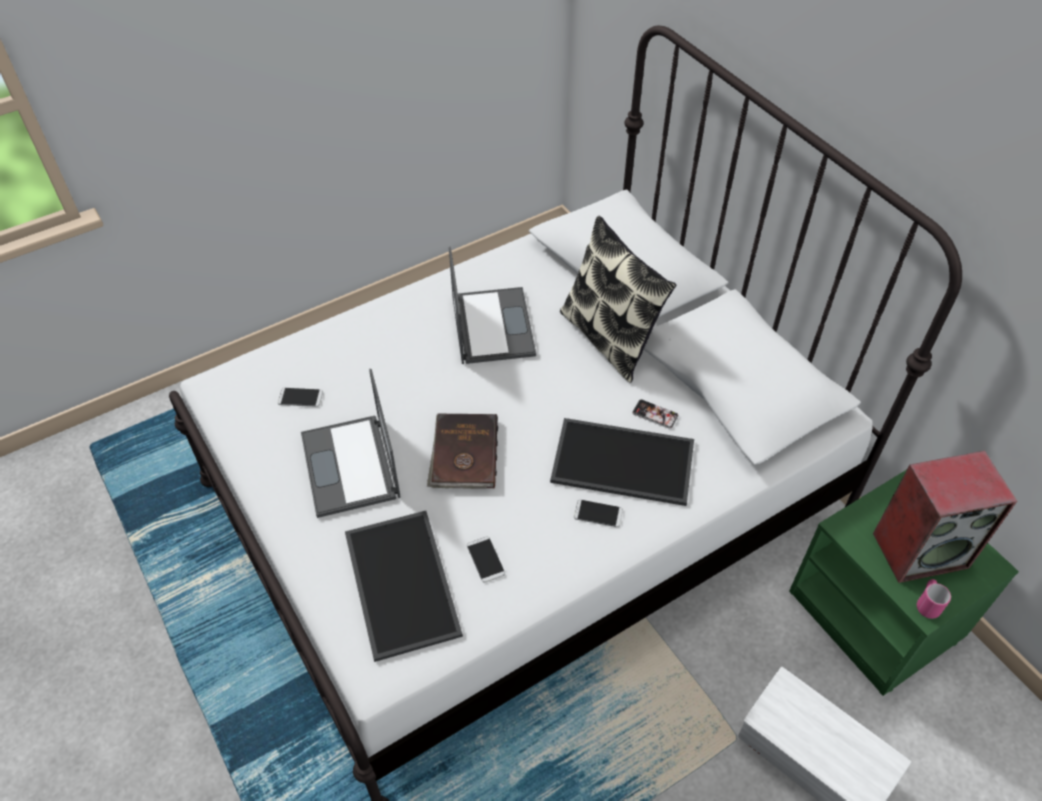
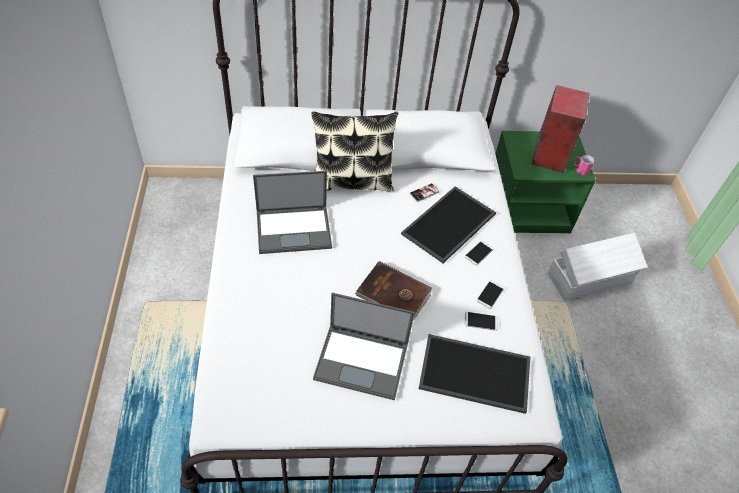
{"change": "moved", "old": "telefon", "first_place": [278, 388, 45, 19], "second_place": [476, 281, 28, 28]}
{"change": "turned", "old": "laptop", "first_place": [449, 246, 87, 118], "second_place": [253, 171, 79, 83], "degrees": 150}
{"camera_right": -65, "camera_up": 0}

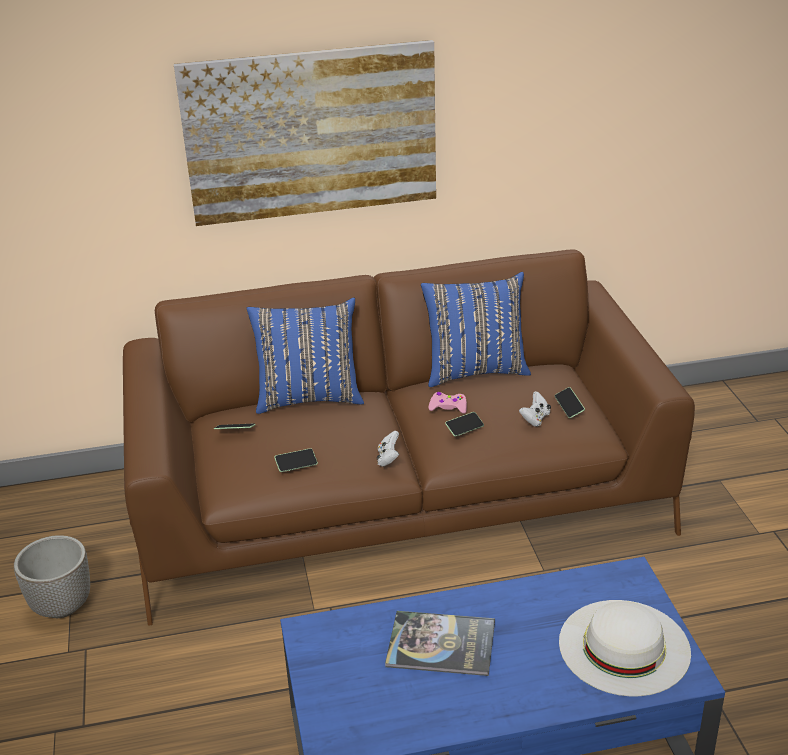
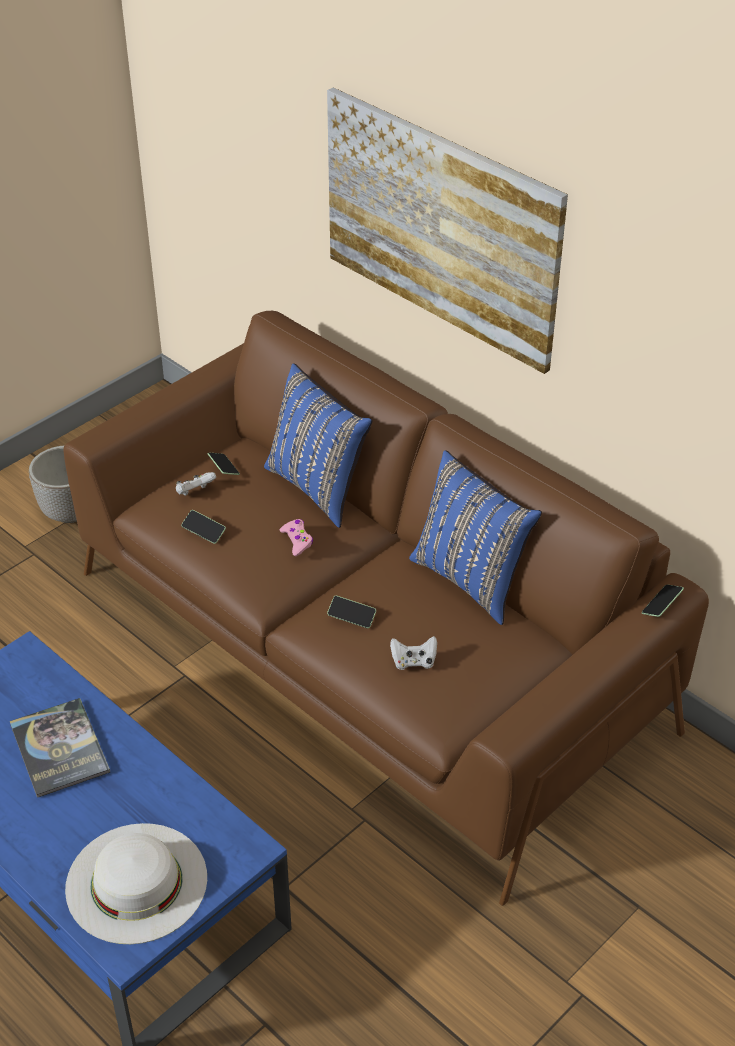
{"change": "moved", "old": "pad do gier/biały", "first_place": [377, 431, 22, 36], "second_place": [176, 472, 40, 24]}
{"change": "moved", "old": "pad do gier/różowy", "first_place": [429, 392, 38, 22], "second_place": [280, 519, 33, 37]}
{"change": "moved", "old": "telefon", "first_place": [555, 387, 30, 31], "second_place": [642, 584, 42, 33]}
{"camera_right": 55, "camera_up": 10}

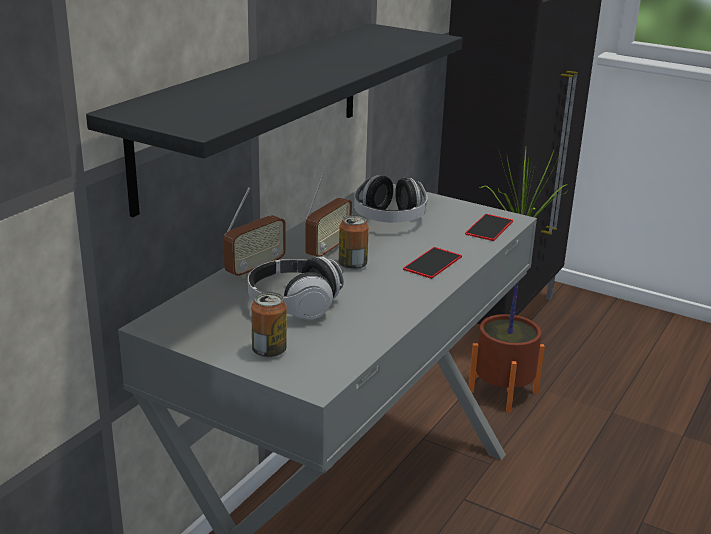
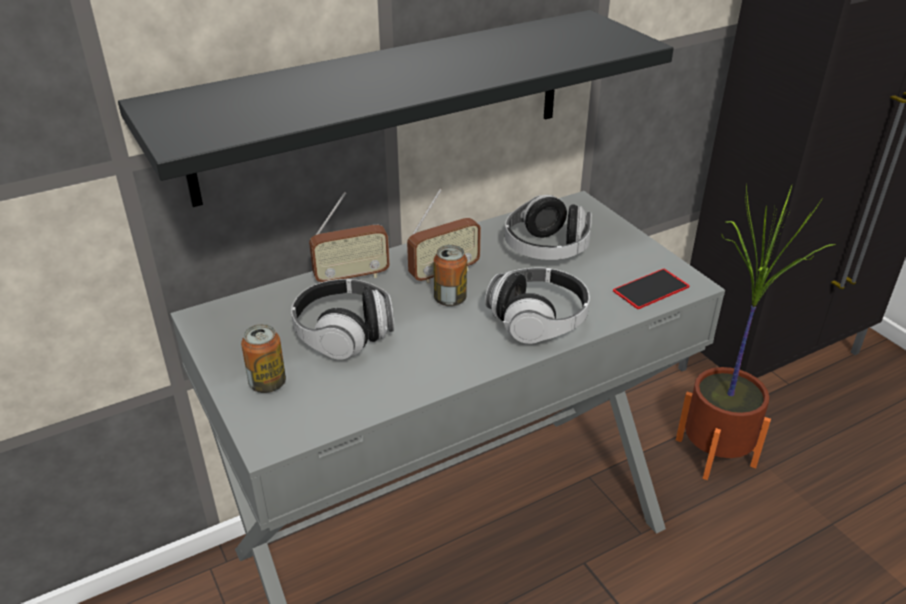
{"change": "replaced", "old": "telefon", "new": "słuchawki", "first_place": [403, 247, 59, 32], "second_place": [485, 267, 105, 77]}
{"camera_right": 30, "camera_up": 10}

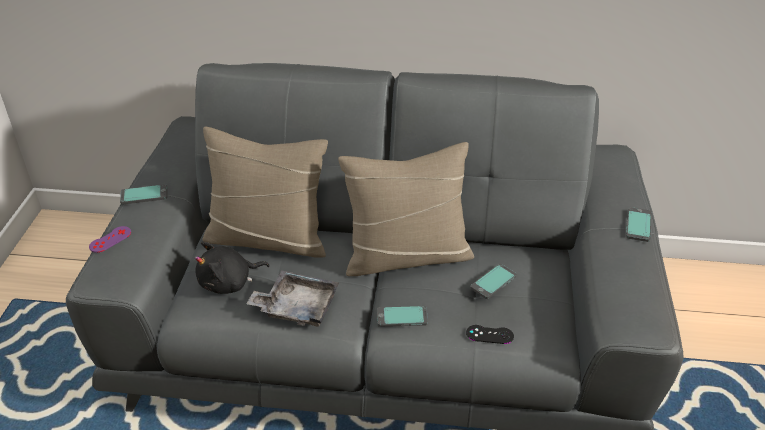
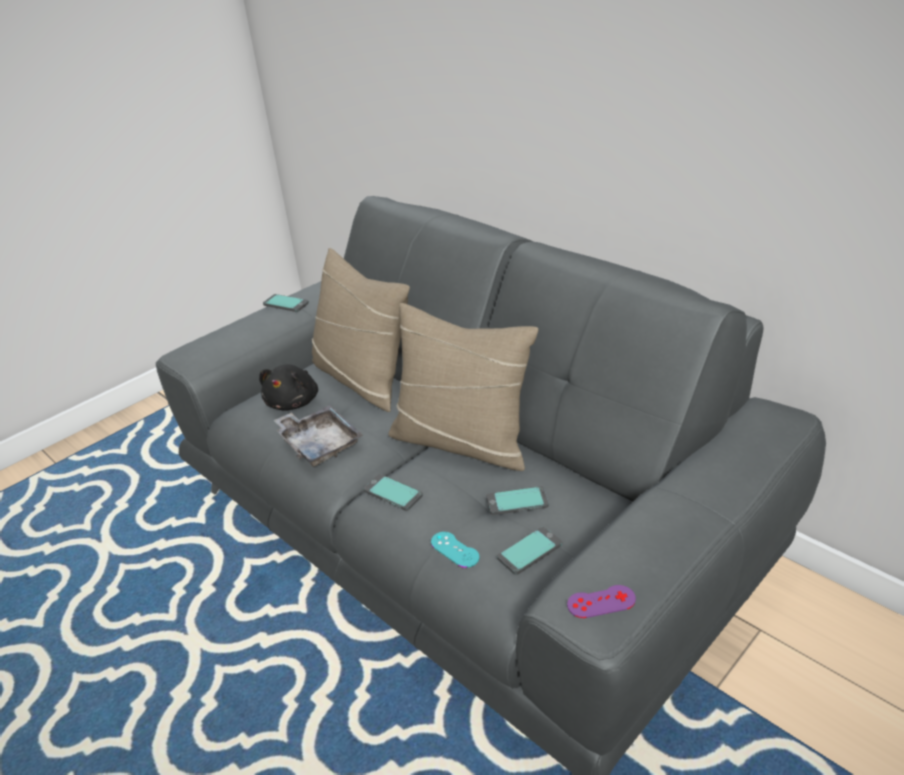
{"change": "moved", "old": "pad do gier/fioletowy", "first_place": [89, 226, 42, 27], "second_place": [567, 585, 69, 33]}
{"change": "moved", "old": "telefon", "first_place": [626, 207, 25, 35], "second_place": [497, 527, 65, 48]}
{"change": "recoloured", "old": "pad do gier/czarny", "new": "pad do gier/turkusowy", "first_place": [466, 325, 48, 19], "second_place": [431, 532, 49, 36]}
{"change": "turned", "old": "pluszak/czarny", "first_place": [195, 242, 75, 52], "second_place": [259, 364, 59, 47], "degrees": -90}
{"camera_right": 40, "camera_up": -5}

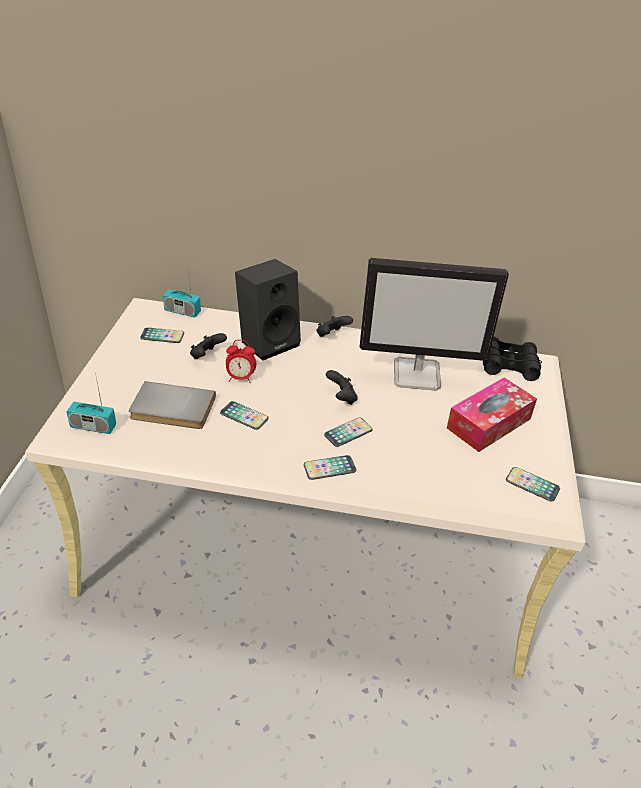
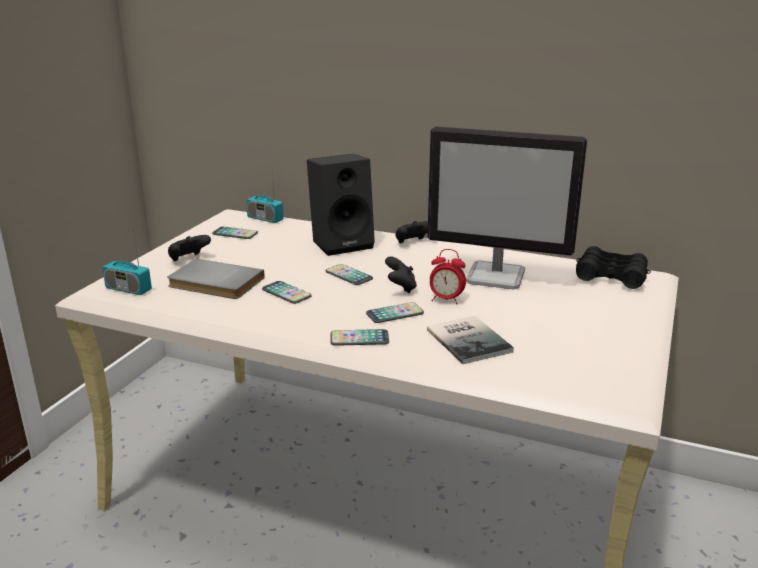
{"change": "removed", "old": "pudełko chusteczek", "first_place": [447, 378, 90, 74]}
{"change": "added", "new": "książka", "second_place": [427, 316, 87, 48]}
{"change": "moved", "old": "pad do gier/czarny", "first_place": [190, 333, 37, 26], "second_place": [168, 235, 43, 26]}
{"change": "moved", "old": "budzik", "first_place": [226, 340, 30, 43], "second_place": [430, 249, 36, 55]}
{"change": "moved", "old": "telefon", "first_place": [506, 467, 54, 35], "second_place": [326, 264, 47, 21]}
{"camera_right": 15, "camera_up": -15}

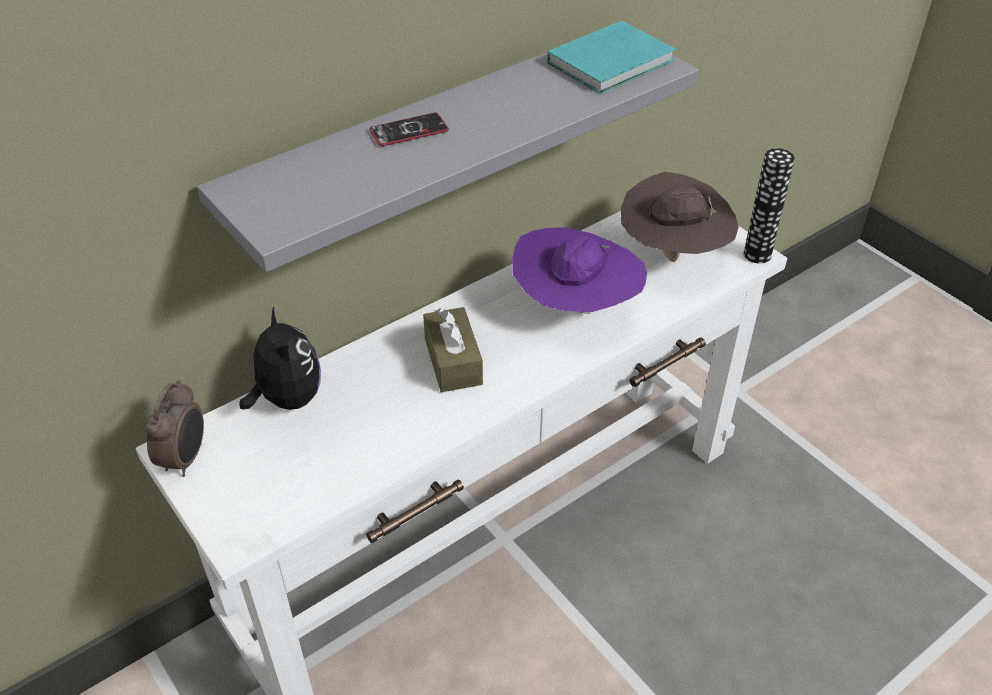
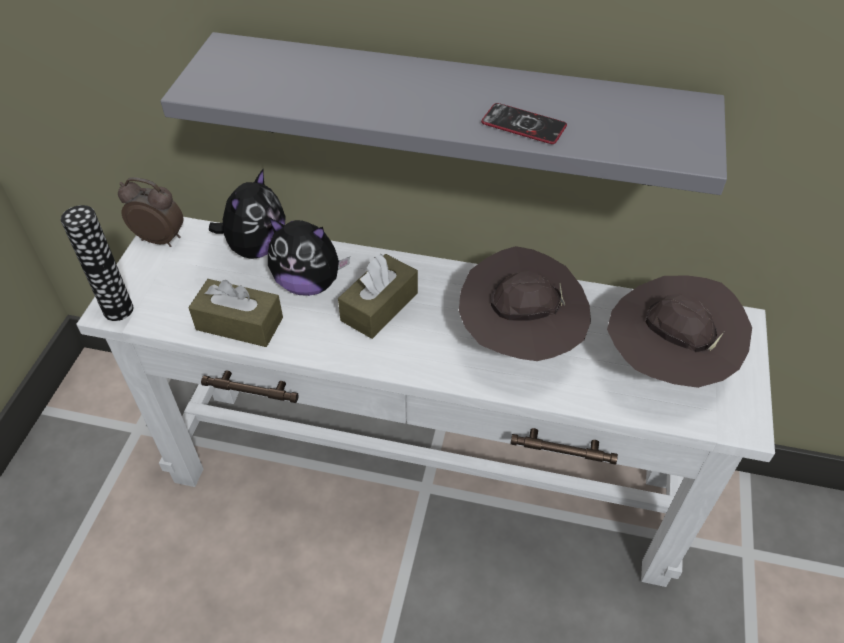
{"change": "removed", "old": "książka/turkusowy", "first_place": [547, 21, 128, 73]}
{"change": "added", "new": "pudełko chusteczek/brązowy", "second_place": [188, 279, 95, 68]}
{"change": "added", "new": "pluszak", "second_place": [268, 218, 82, 78]}
{"change": "moved", "old": "telefon", "first_place": [369, 113, 80, 33], "second_place": [481, 103, 86, 41]}
{"change": "moved", "old": "wazon", "first_place": [744, 148, 51, 116], "second_place": [61, 205, 72, 116]}
{"change": "recoloured", "old": "kapelusz/fioletowy", "new": "kapelusz/brązowy", "first_place": [512, 227, 135, 87], "second_place": [459, 246, 132, 115]}
{"change": "turned", "old": "budzik", "first_place": [146, 380, 58, 97], "second_place": [118, 177, 65, 70], "degrees": -135}
{"camera_right": 50, "camera_up": 5}

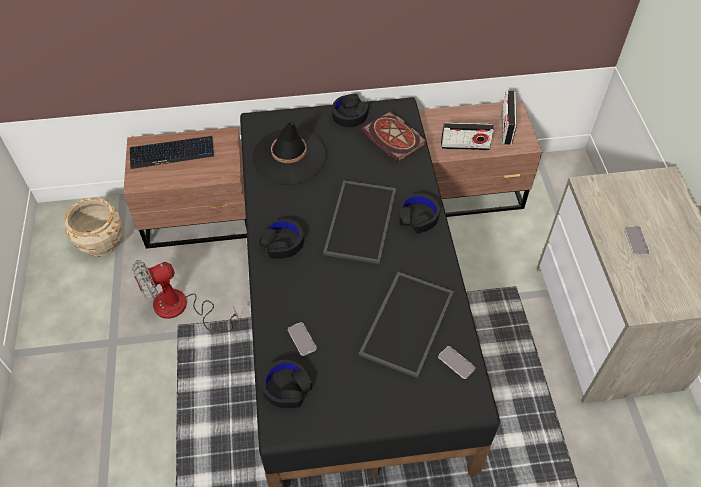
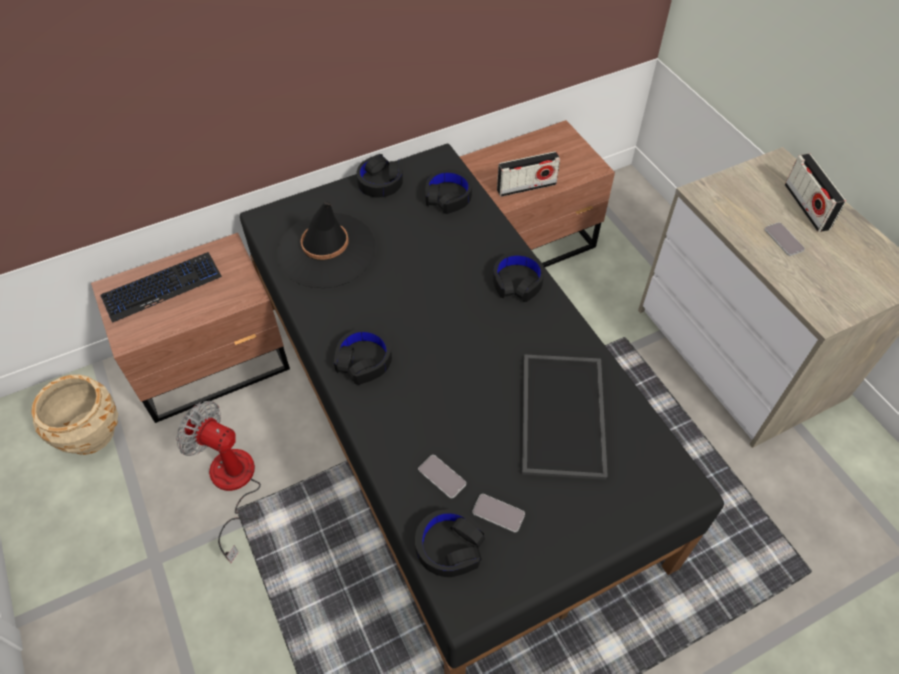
{"change": "removed", "old": "taca", "first_place": [323, 180, 73, 84]}
{"change": "moved", "old": "telefon", "first_place": [438, 346, 37, 33], "second_place": [472, 494, 53, 39]}
{"change": "moved", "old": "radio", "first_place": [502, 91, 15, 54], "second_place": [785, 154, 61, 78]}
{"change": "replaced", "old": "książka", "new": "słuchawki/czarny", "first_place": [361, 111, 66, 52], "second_place": [425, 169, 47, 45]}
{"change": "turned", "old": "wentylator", "first_place": [132, 260, 107, 73], "second_place": [176, 401, 85, 162], "degrees": 75}
{"camera_right": -20, "camera_up": 0}

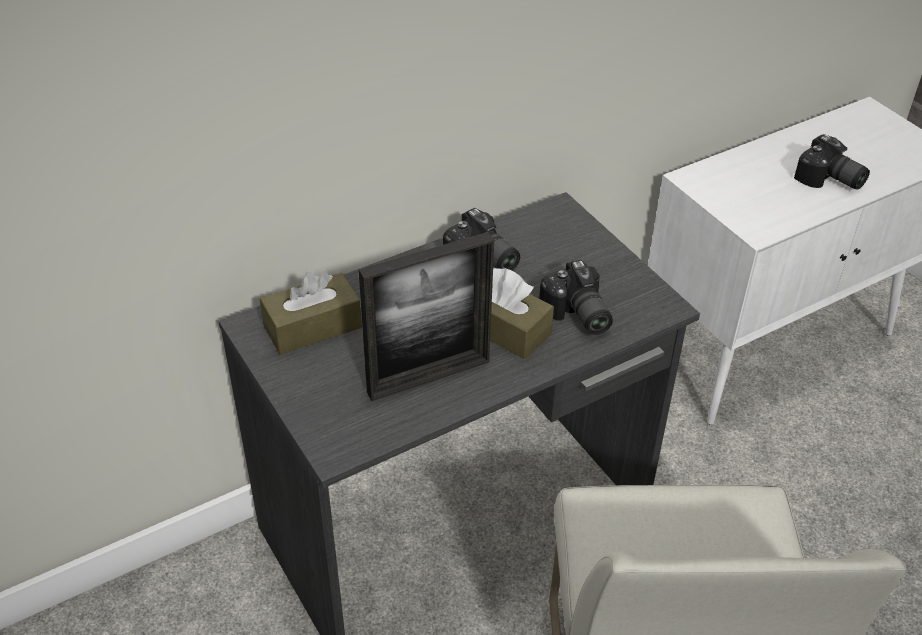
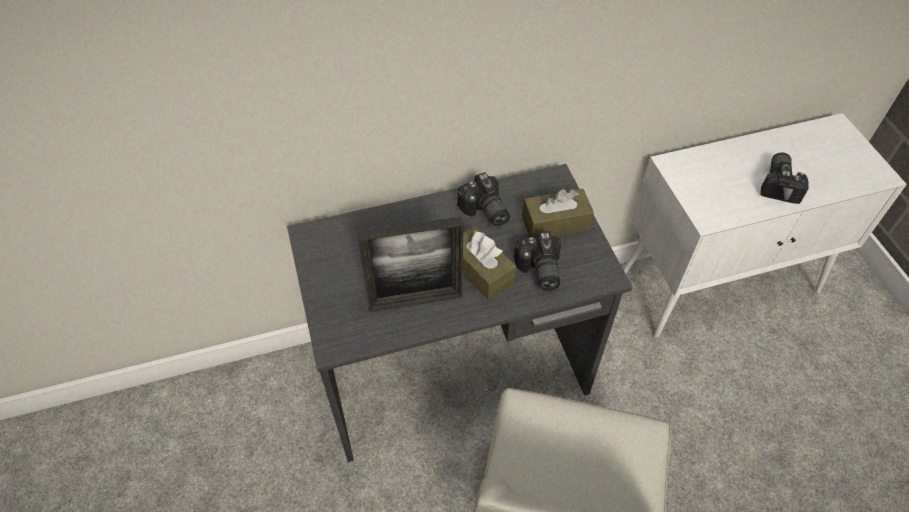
{"change": "moved", "old": "pudełko chusteczek/brązowy", "first_place": [260, 271, 102, 84], "second_place": [522, 189, 72, 48]}
{"change": "turned", "old": "aparat fotograficzny", "first_place": [794, 134, 76, 56], "second_place": [760, 153, 49, 51], "degrees": -135}
{"camera_right": 15, "camera_up": 10}

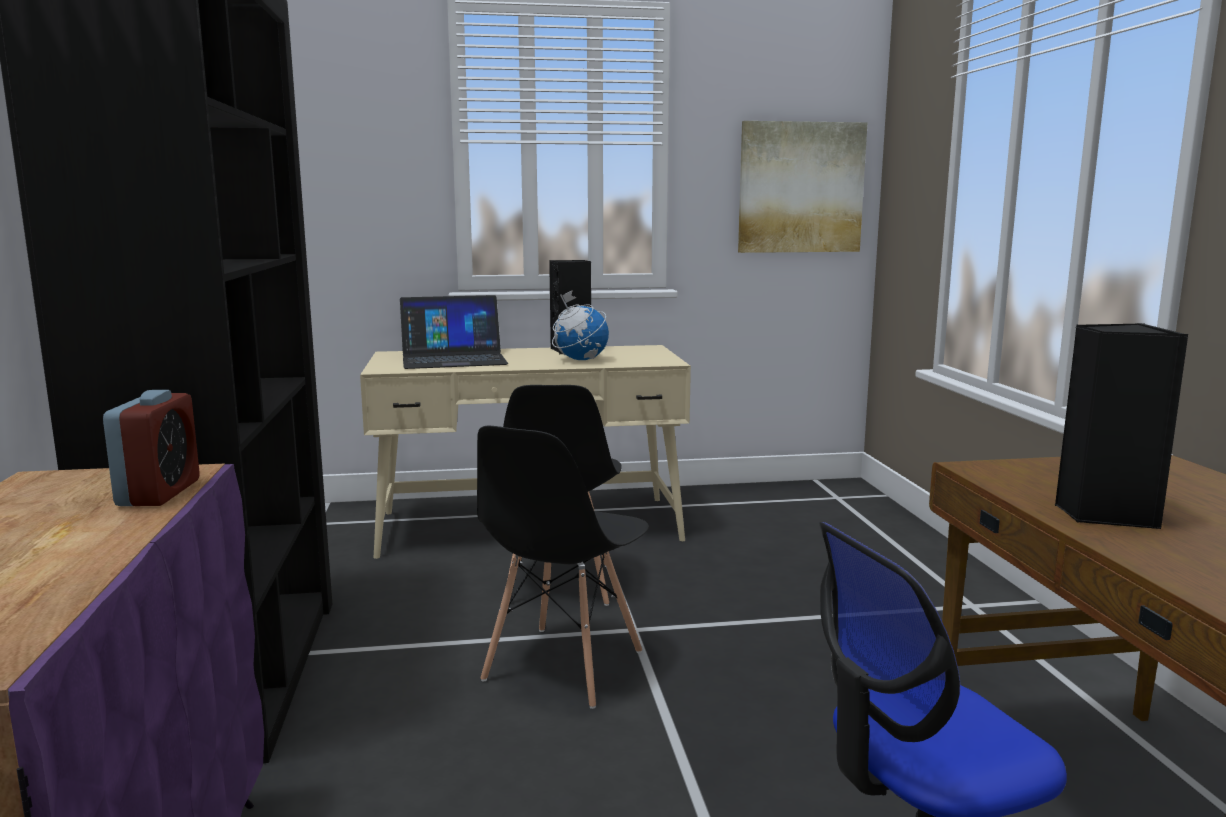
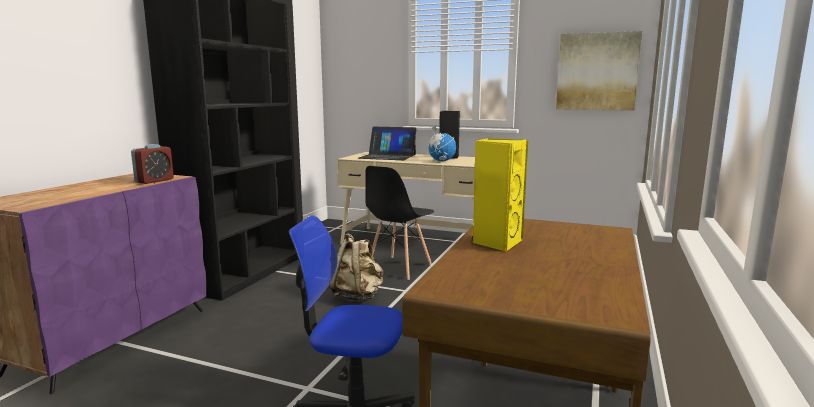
{"change": "replaced", "old": "krzesło/czarny", "new": "plecak/beżowy", "first_place": [477, 426, 172, 283], "second_place": [329, 233, 54, 68]}
{"change": "recoloured", "old": "głośnik/czarny", "new": "głośnik/żółty", "first_place": [1055, 323, 133, 206], "second_place": [472, 138, 56, 114]}
{"camera_right": 30, "camera_up": 0}

